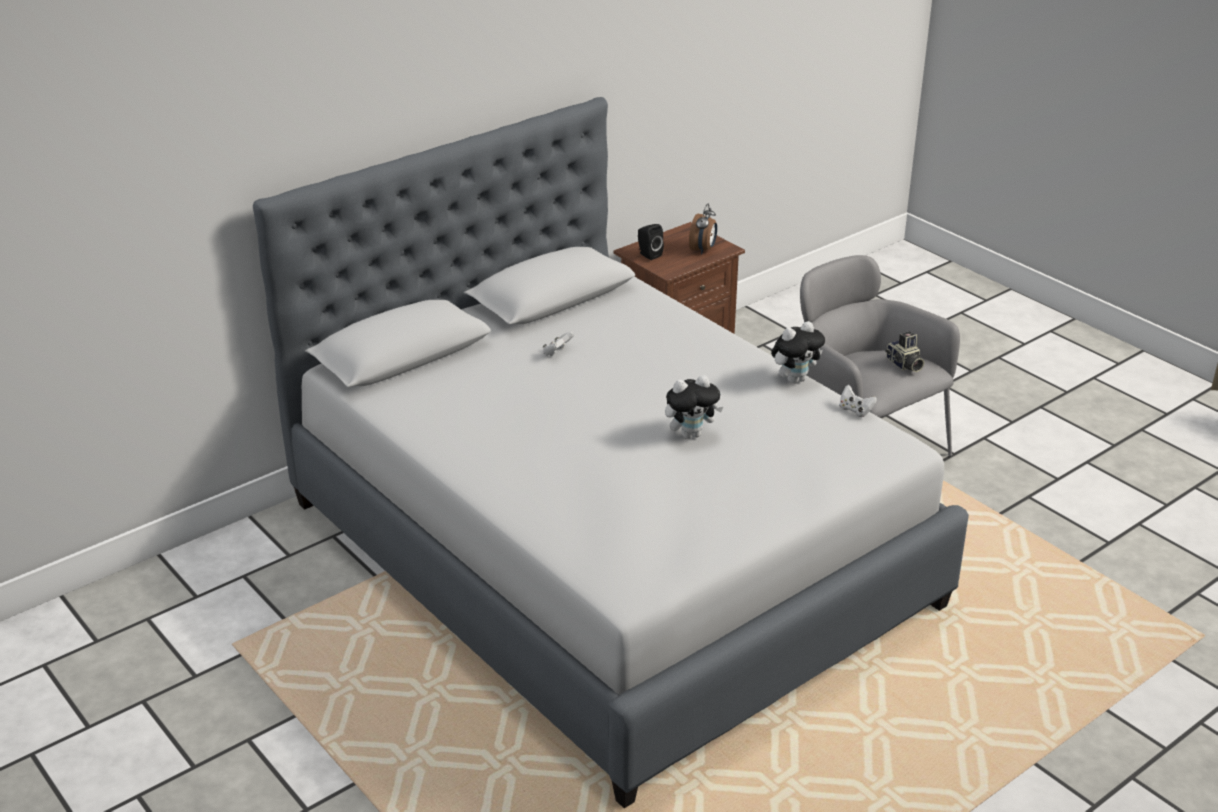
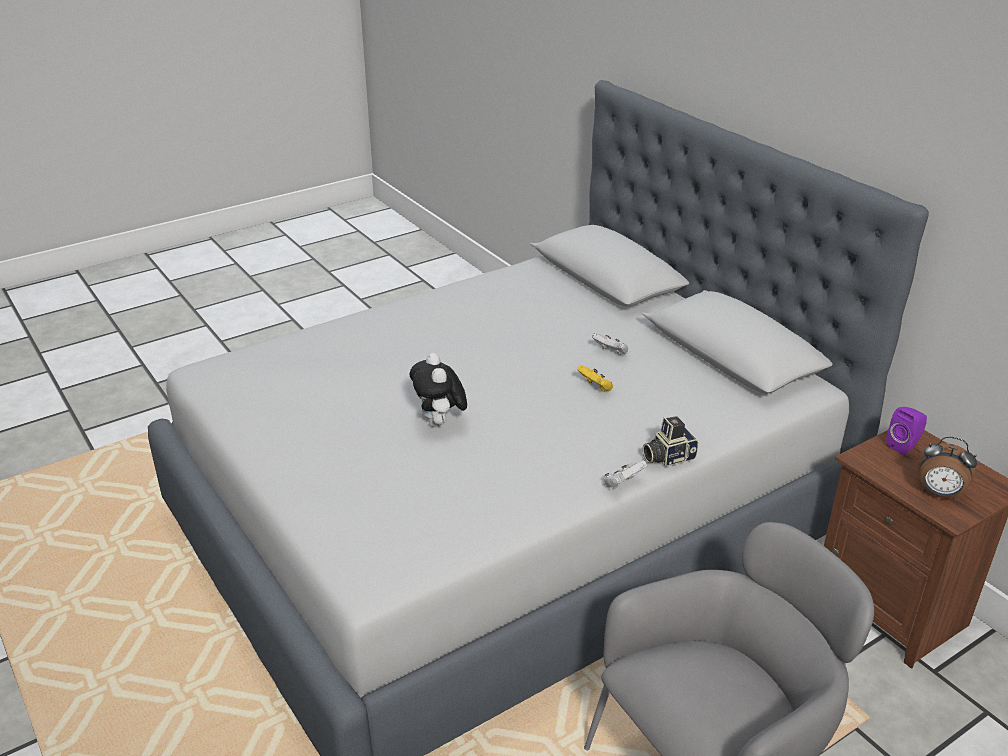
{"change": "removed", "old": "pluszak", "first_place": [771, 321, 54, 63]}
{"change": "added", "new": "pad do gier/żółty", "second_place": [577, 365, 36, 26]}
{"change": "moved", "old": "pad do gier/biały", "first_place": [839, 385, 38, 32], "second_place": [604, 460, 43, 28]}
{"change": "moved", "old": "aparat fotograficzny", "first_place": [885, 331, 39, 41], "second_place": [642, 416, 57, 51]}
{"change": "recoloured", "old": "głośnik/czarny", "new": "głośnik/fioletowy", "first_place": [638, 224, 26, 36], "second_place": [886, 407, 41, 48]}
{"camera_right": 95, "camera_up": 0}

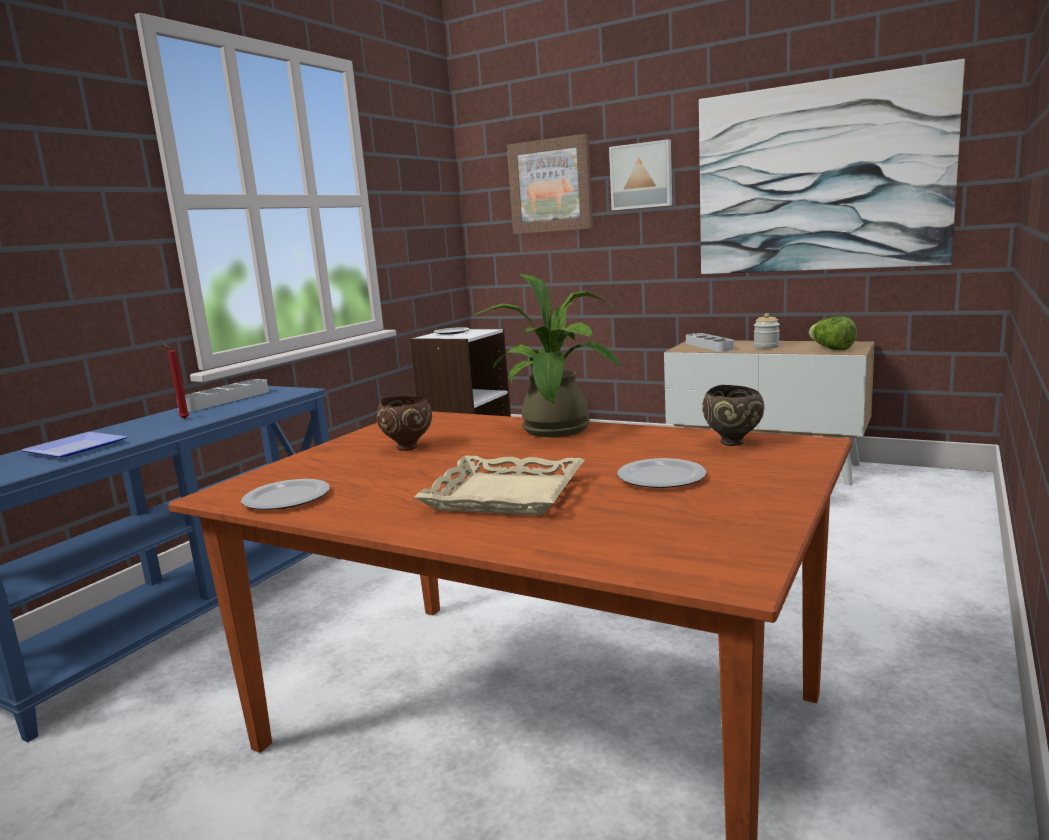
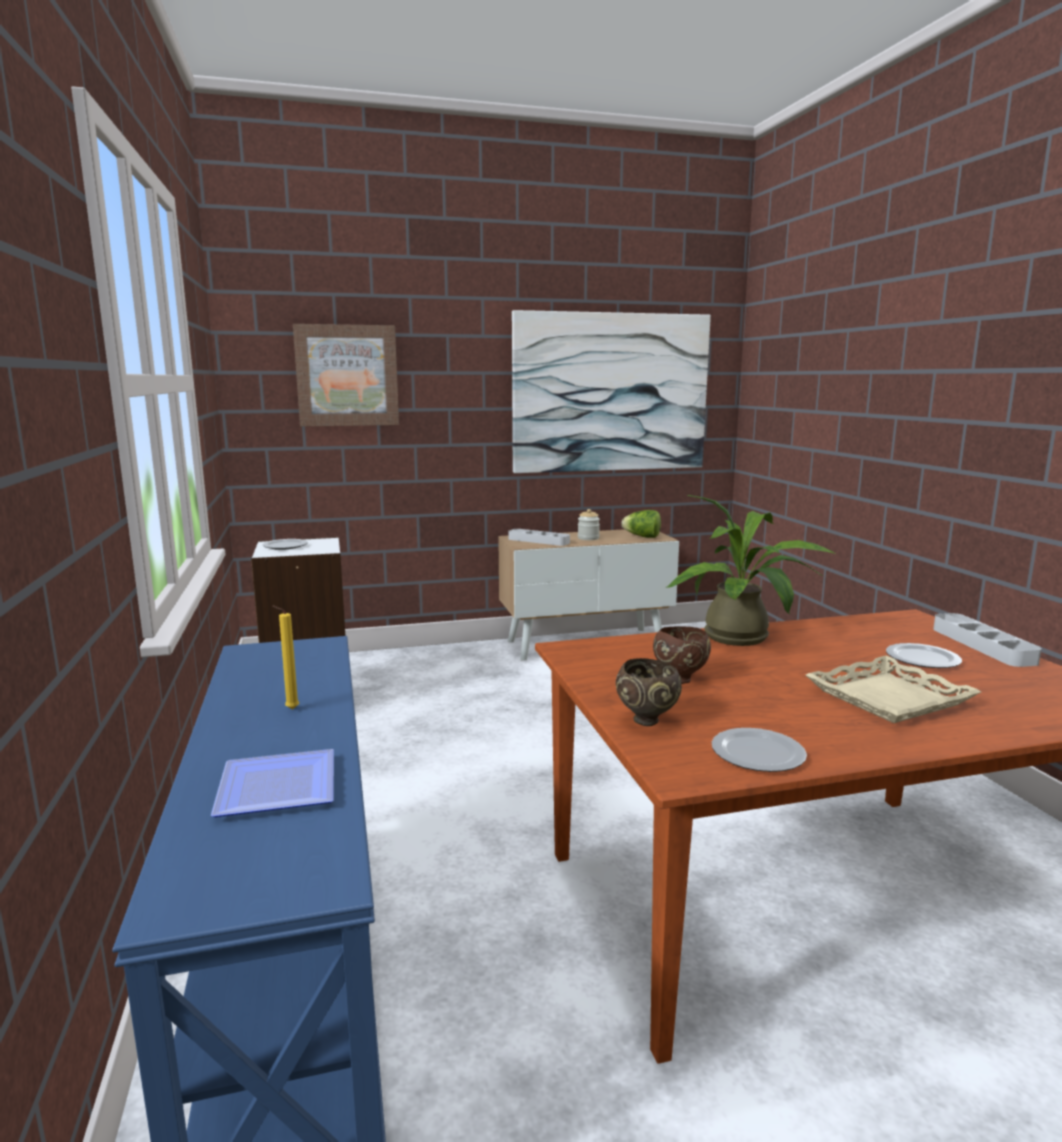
{"change": "removed", "old": "obraz", "first_place": [609, 139, 63, 71]}
{"change": "moved", "old": "taca/szary", "first_place": [176, 379, 93, 33], "second_place": [933, 613, 109, 54]}
{"change": "moved", "old": "miska/brązowy", "first_place": [702, 385, 63, 61], "second_place": [616, 658, 66, 68]}
{"change": "recoloured", "old": "świeca/czerwony", "new": "świeca/żółty", "first_place": [163, 343, 26, 76], "second_place": [272, 606, 27, 103]}
{"camera_right": -45, "camera_up": 0}

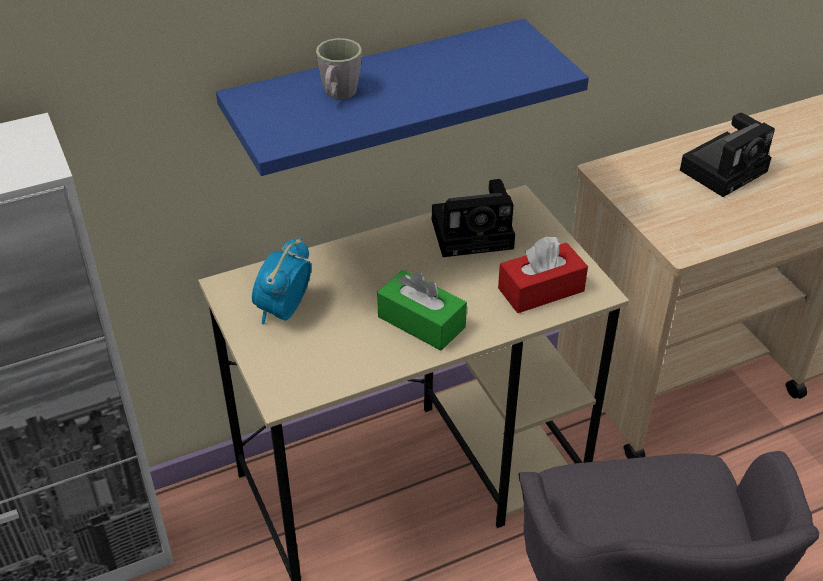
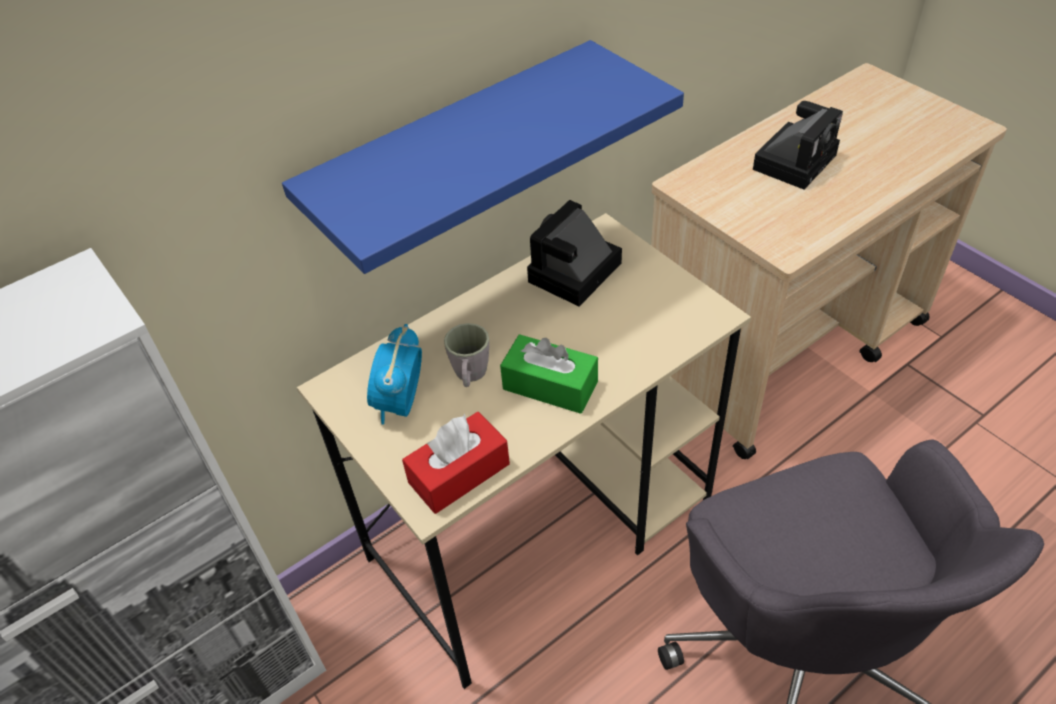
{"change": "moved", "old": "kubek/szary", "first_place": [316, 38, 46, 61], "second_place": [444, 323, 45, 64]}
{"change": "moved", "old": "pudełko chusteczek/czerwony", "first_place": [498, 236, 90, 77], "second_place": [402, 412, 108, 102]}
{"change": "turned", "old": "aparat fotograficzny", "first_place": [432, 179, 83, 78], "second_place": [527, 200, 95, 106], "degrees": 150}
{"camera_right": -10, "camera_up": 5}

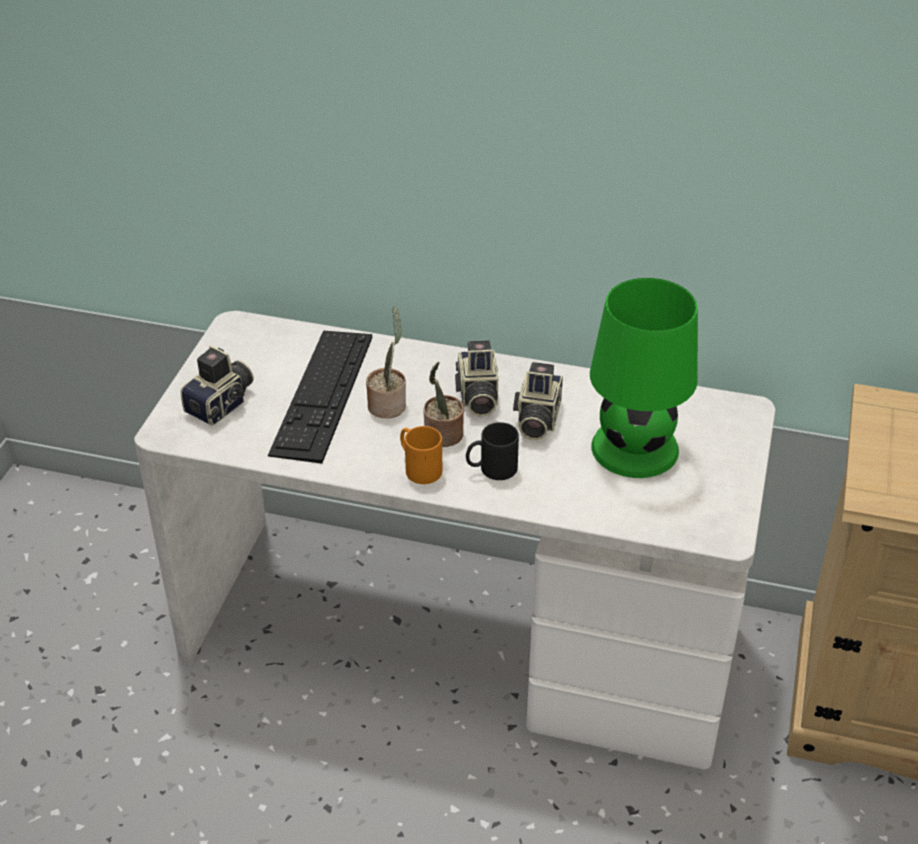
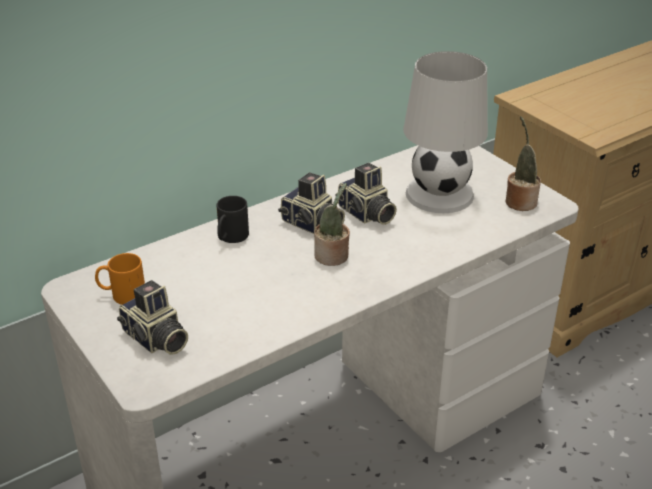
{"change": "removed", "old": "klawiatura", "first_place": [268, 331, 104, 133]}
{"change": "moved", "old": "roślina doniczkowa", "first_place": [366, 306, 40, 112], "second_place": [506, 116, 35, 95]}
{"change": "moved", "old": "kubek/pomarańczowy", "first_place": [400, 426, 42, 58], "second_place": [95, 253, 50, 52]}
{"change": "moved", "old": "kubek/czarny", "first_place": [466, 422, 53, 58], "second_place": [217, 196, 32, 47]}
{"change": "recoloured", "old": "lampa stołowa/zielony", "new": "lampa stołowa/biały", "first_place": [590, 278, 108, 200], "second_place": [403, 51, 85, 162]}
{"change": "turned", "old": "aparat fotograficzny", "first_place": [181, 345, 73, 81], "second_place": [117, 280, 71, 75], "degrees": 150}
{"camera_right": -50, "camera_up": -5}

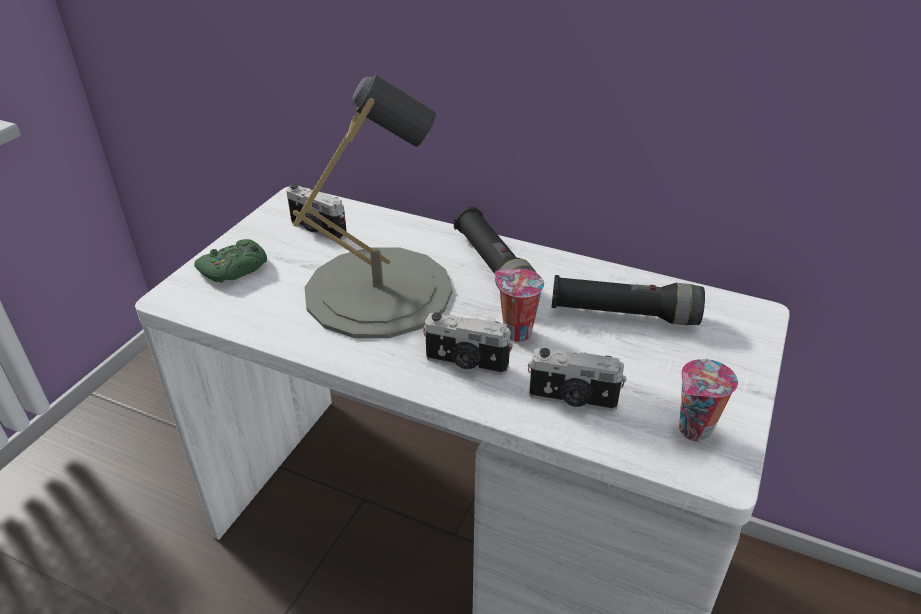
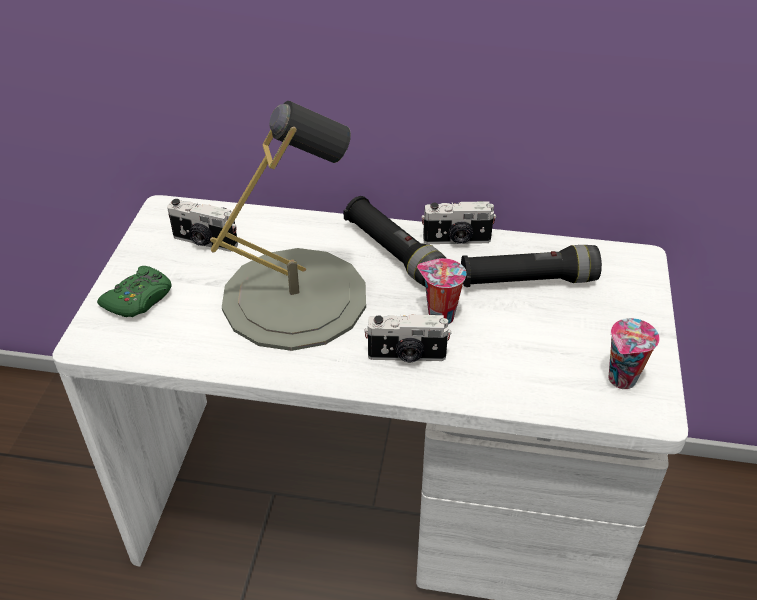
{"change": "moved", "old": "aparat fotograficzny", "first_place": [528, 348, 98, 63], "second_place": [421, 201, 75, 43]}
{"camera_right": -15, "camera_up": 5}

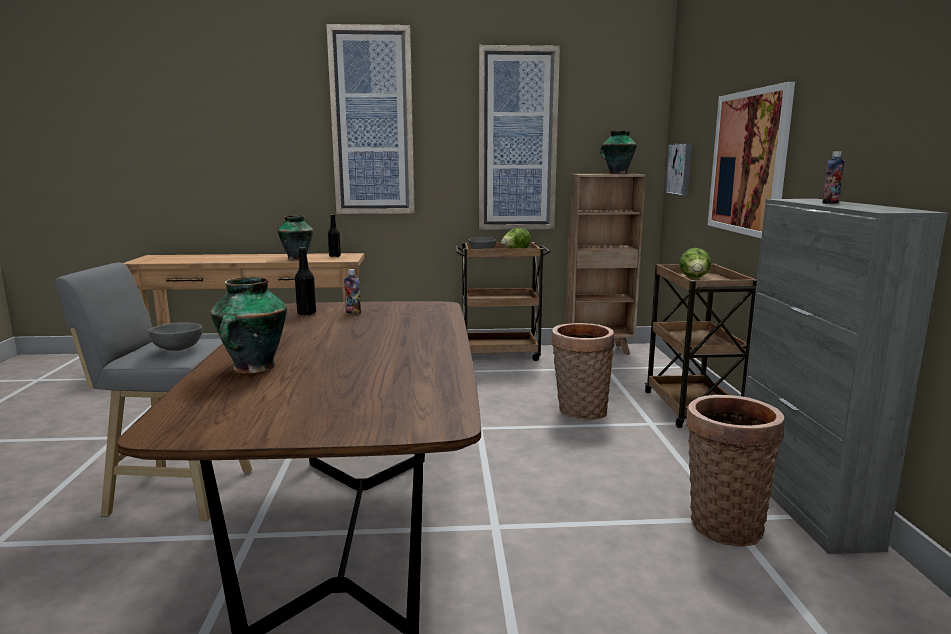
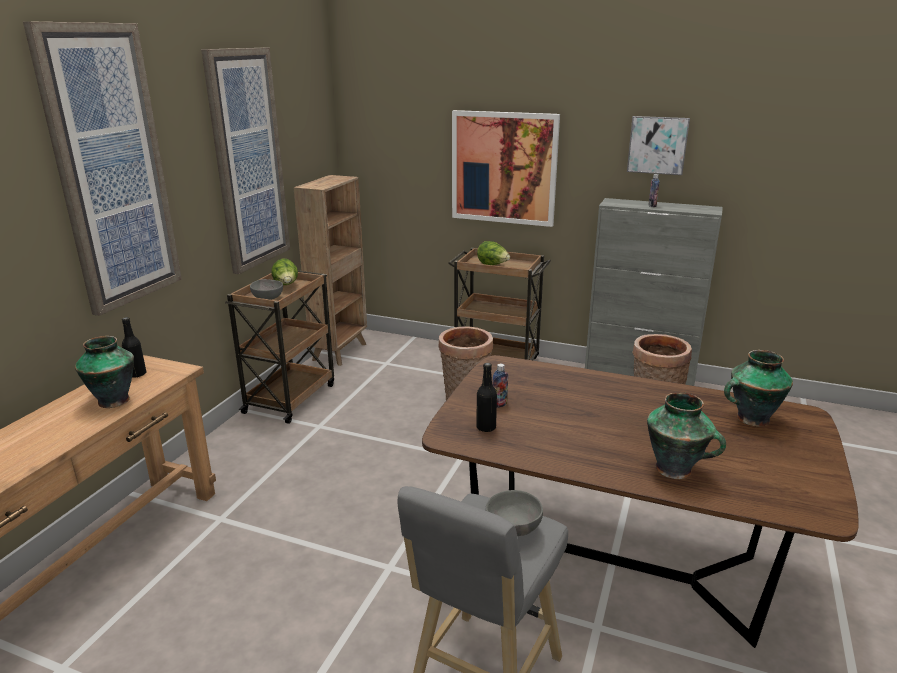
{"change": "moved", "old": "wazon", "first_place": [600, 131, 37, 43], "second_place": [724, 350, 69, 77]}
{"change": "moved", "old": "obraz", "first_place": [665, 143, 27, 53], "second_place": [627, 116, 63, 59]}
{"camera_right": -65, "camera_up": 10}

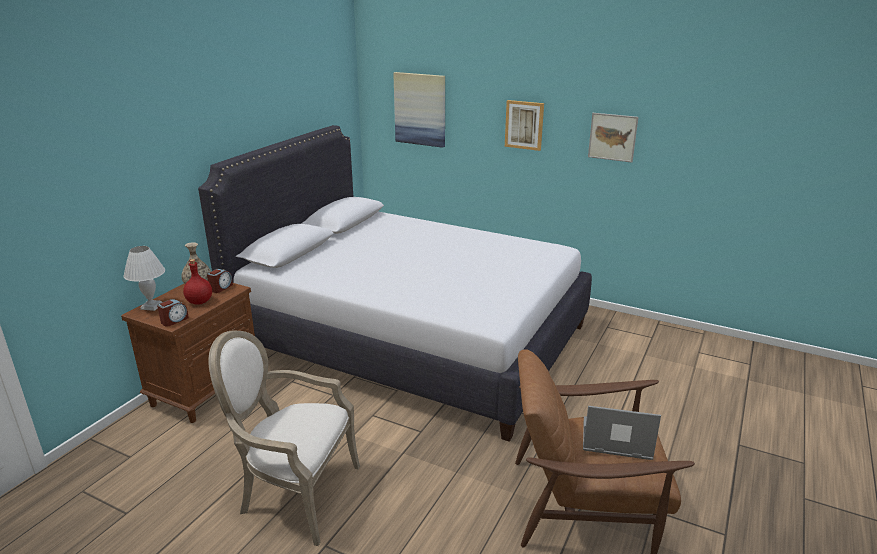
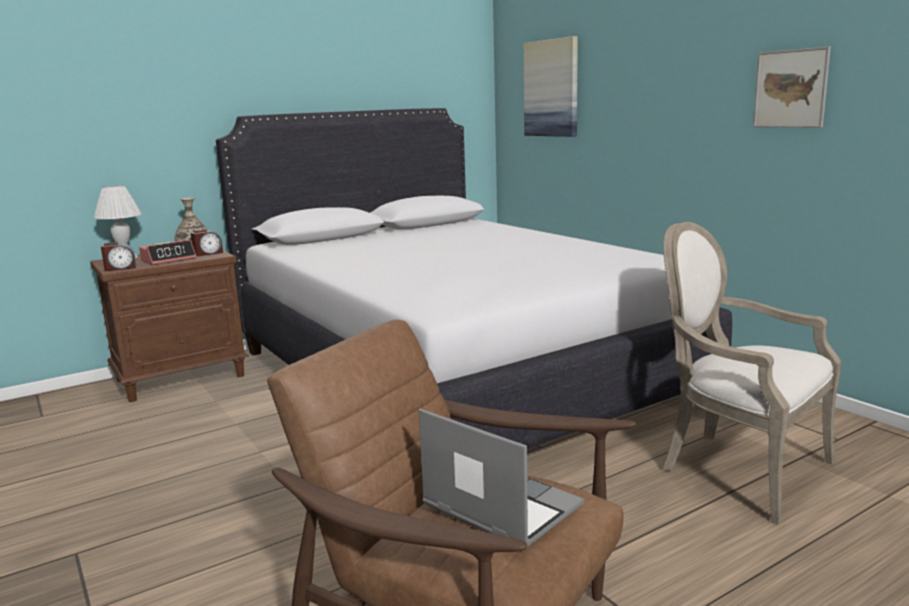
{"change": "removed", "old": "obraz", "first_place": [505, 100, 39, 51]}
{"change": "moved", "old": "fotel", "first_place": [208, 330, 152, 216], "second_place": [662, 222, 180, 303]}
{"change": "replaced", "old": "butelka/czerwony", "new": "budzik", "first_place": [183, 259, 29, 46], "second_place": [139, 240, 58, 25]}
{"camera_right": 30, "camera_up": -10}

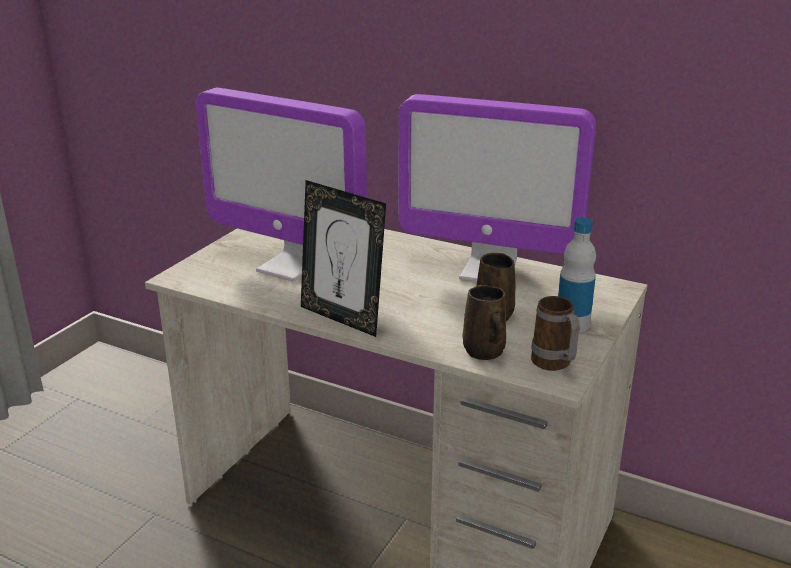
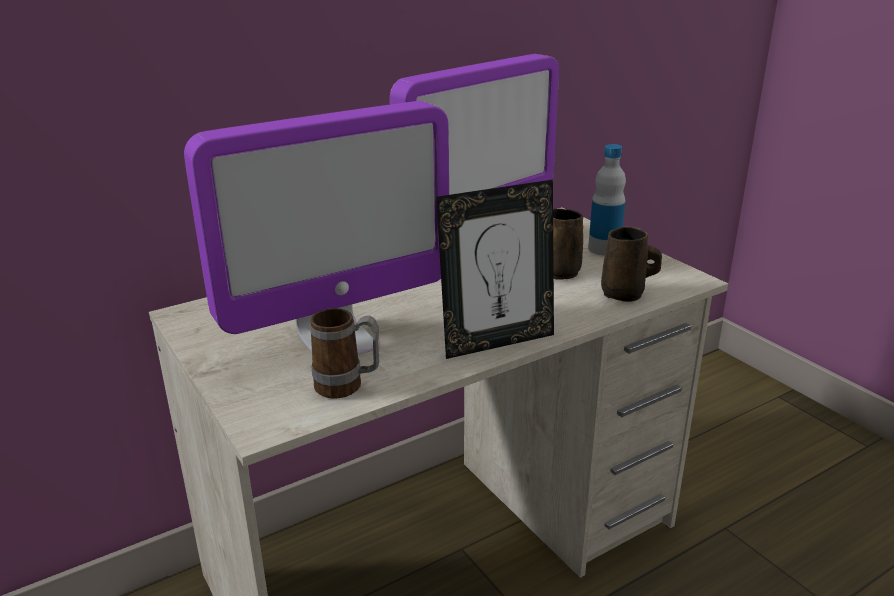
{"change": "moved", "old": "kubek", "first_place": [531, 296, 49, 75], "second_place": [310, 308, 69, 91]}
{"camera_right": -60, "camera_up": 0}

